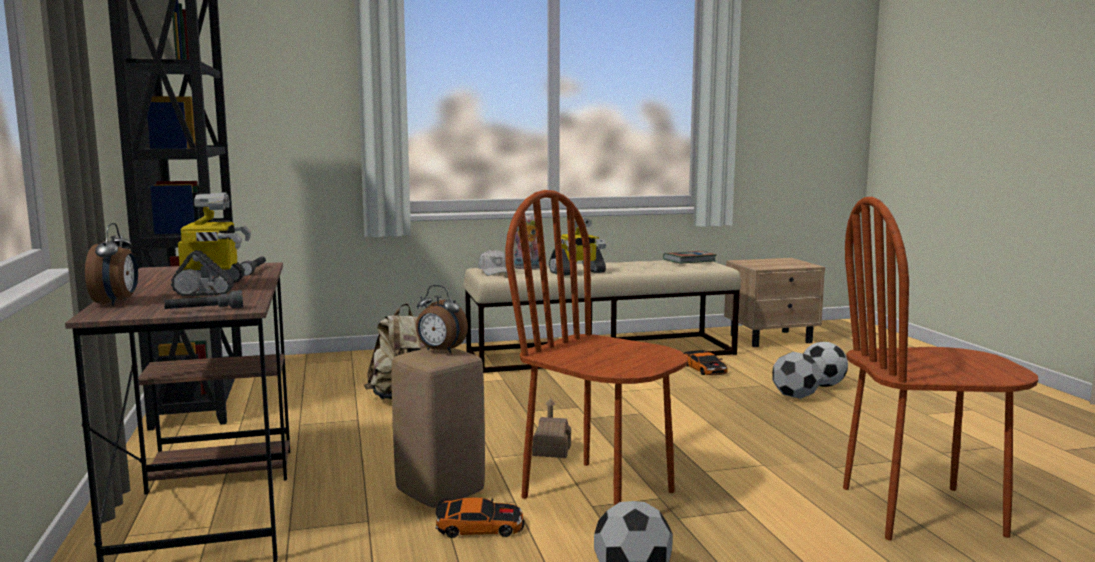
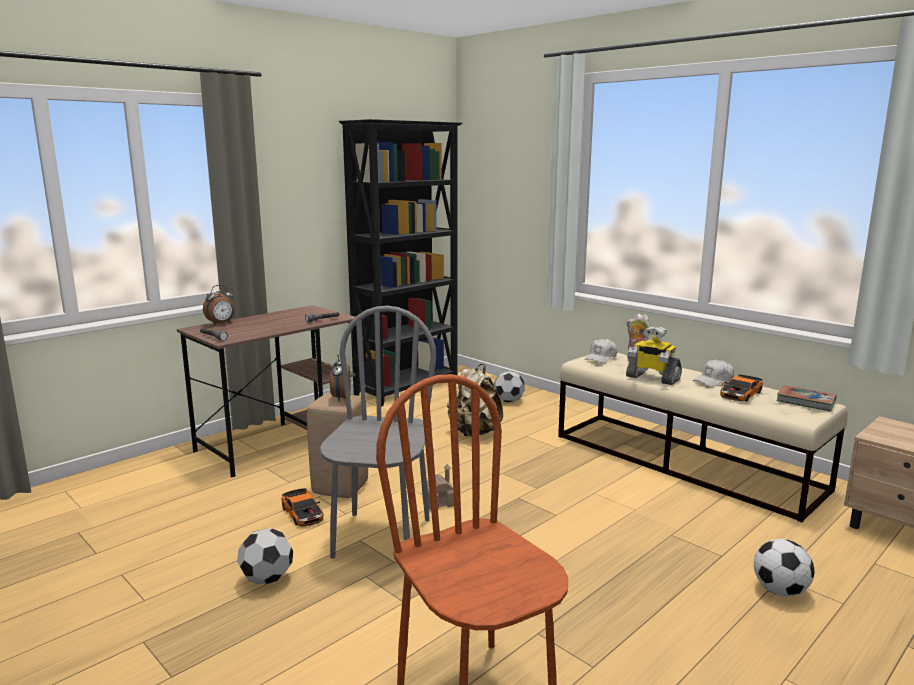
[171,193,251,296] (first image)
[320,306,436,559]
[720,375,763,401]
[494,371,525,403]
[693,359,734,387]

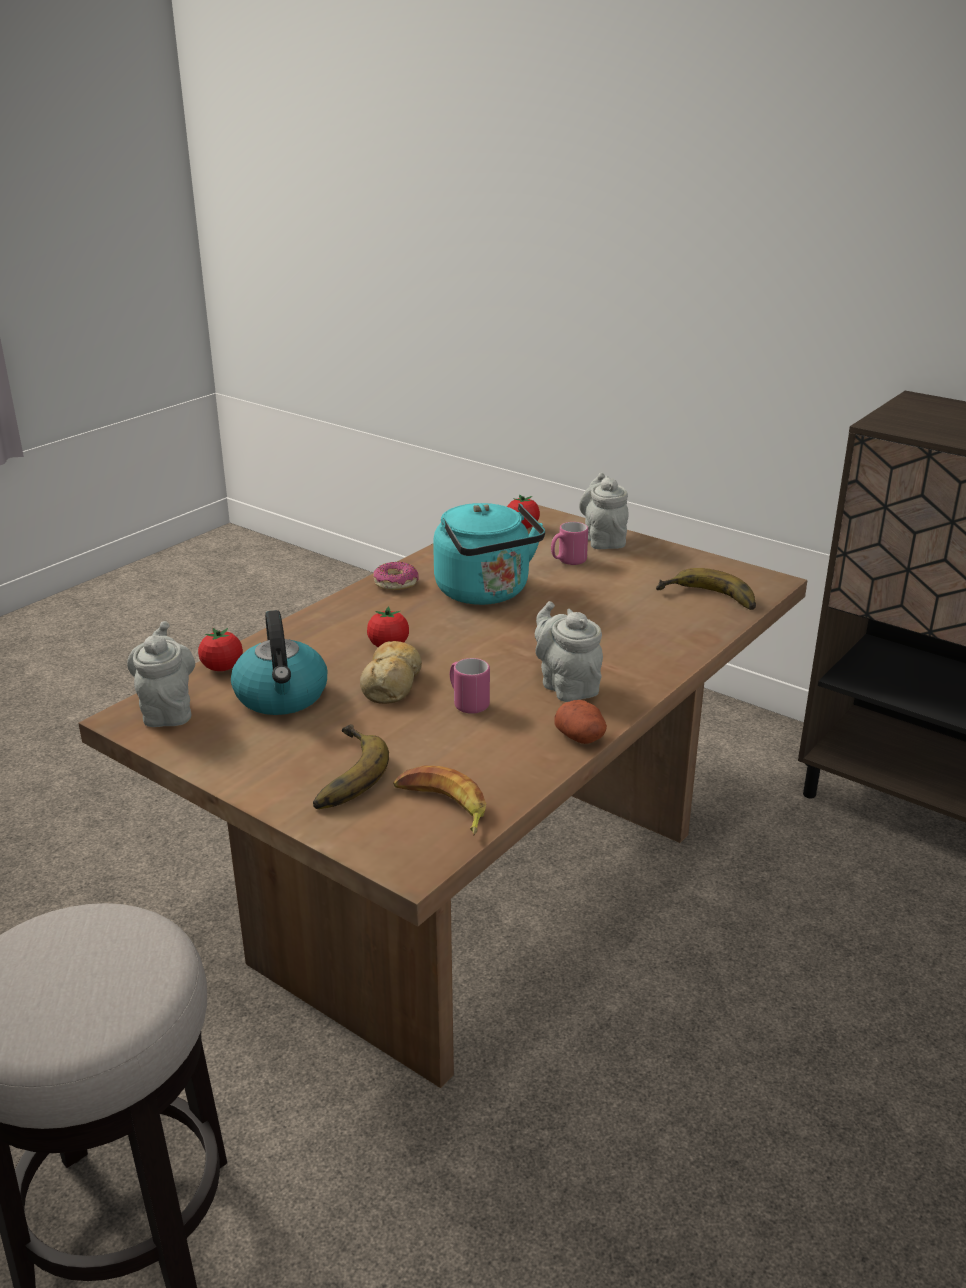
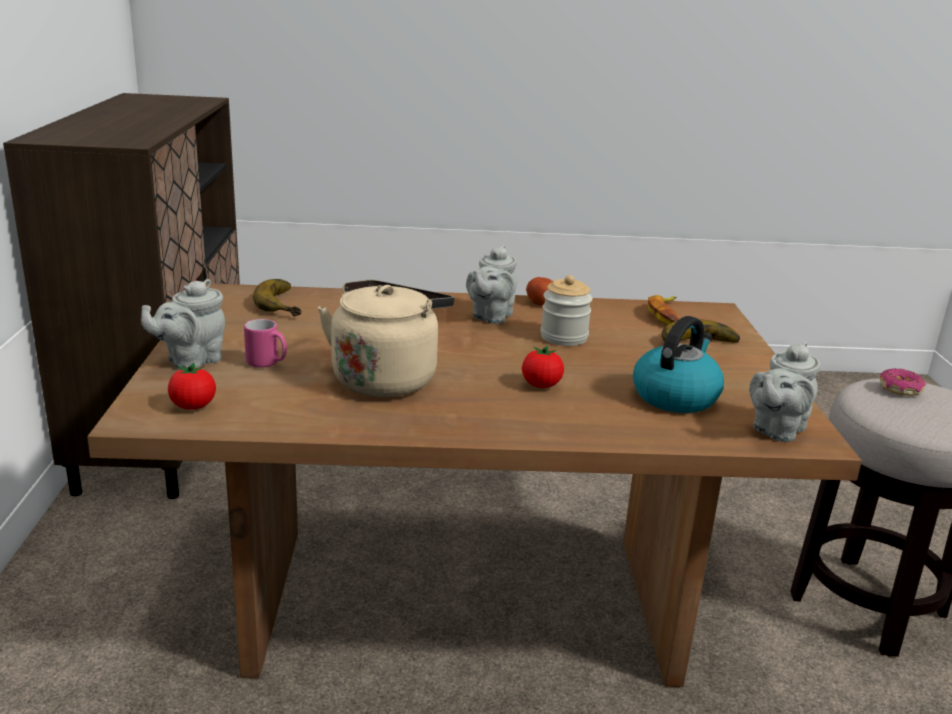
[198,628,243,671] (first image)
[360,641,422,704] (first image)
[880,368,926,396]
[318,280,454,397]
[541,275,592,346]

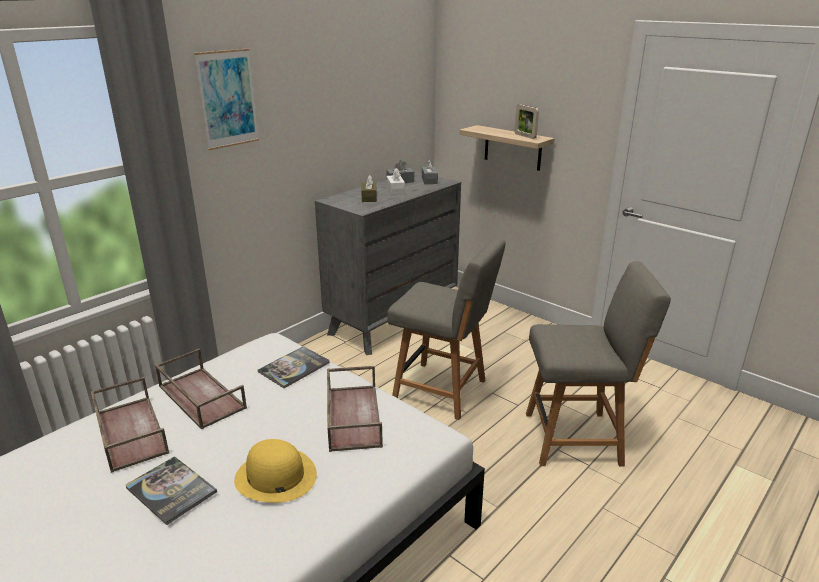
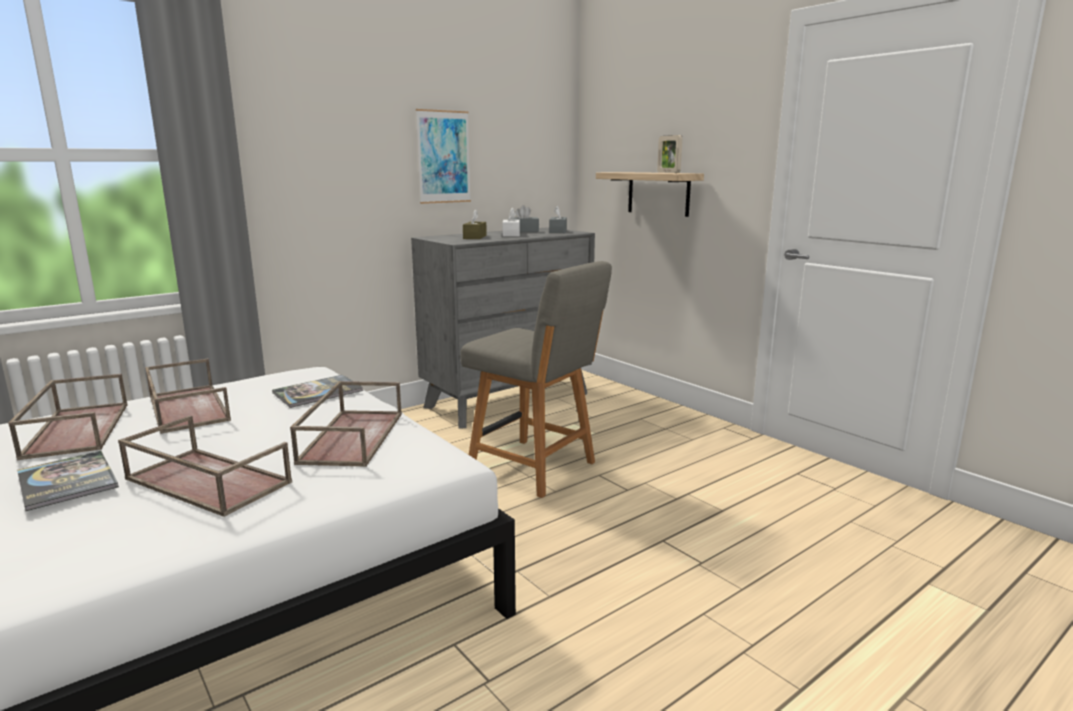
[416,109,471,204]
[118,415,292,517]
[526,261,671,466] (first image)

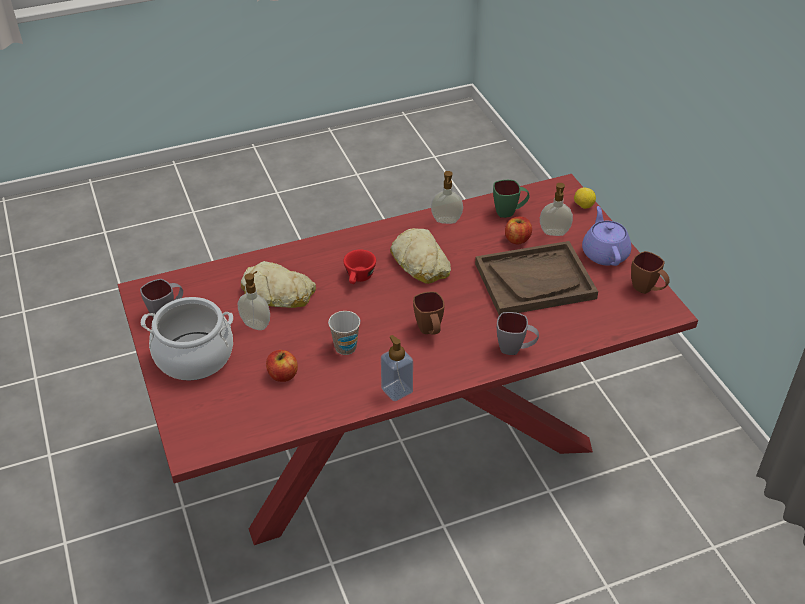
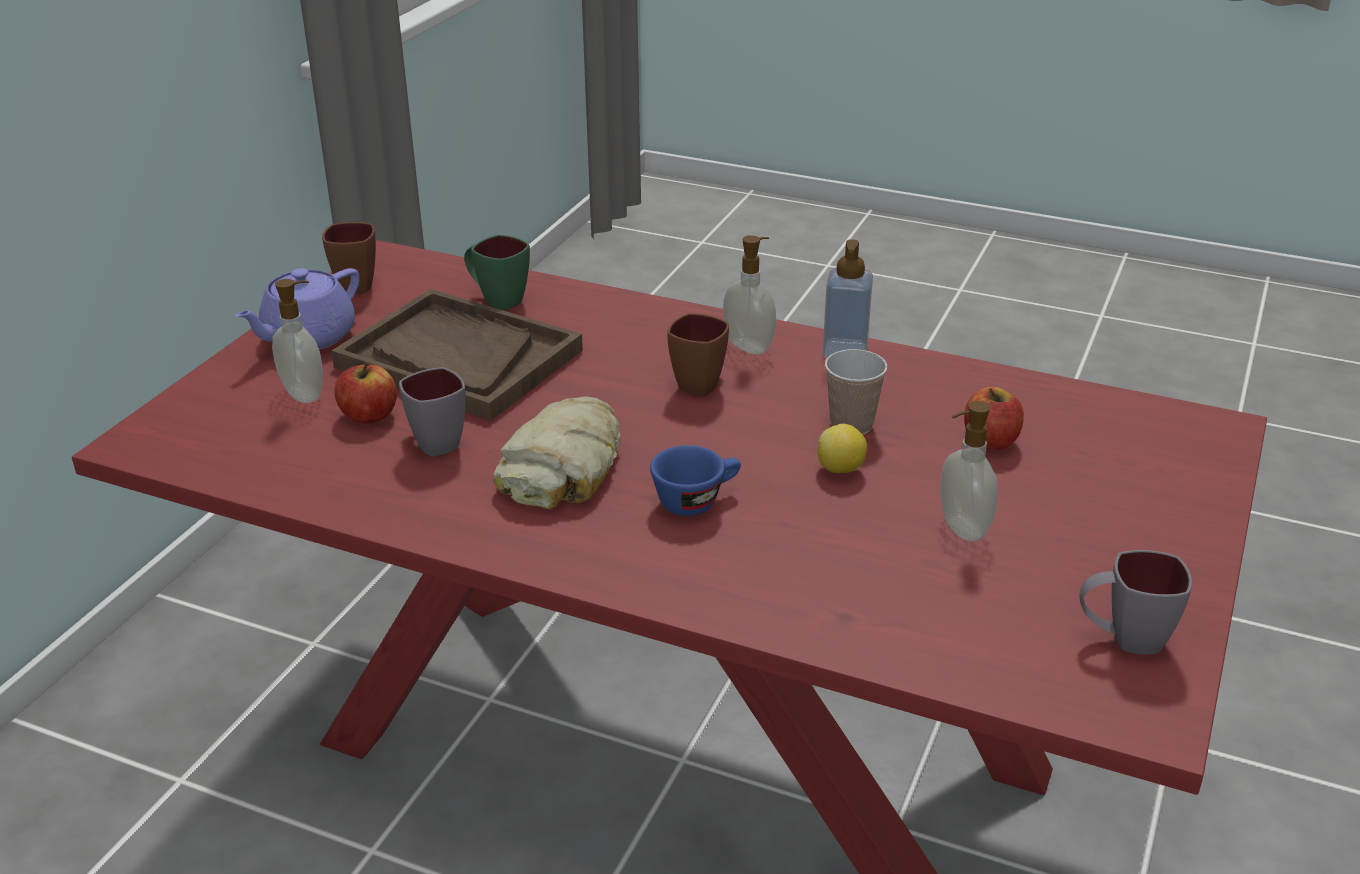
[141,297,233,380] (first image)
[241,261,316,308] (first image)
[650,445,741,516]
[723,235,776,354]
[464,235,530,310]
[399,367,466,456]
[817,424,867,473]

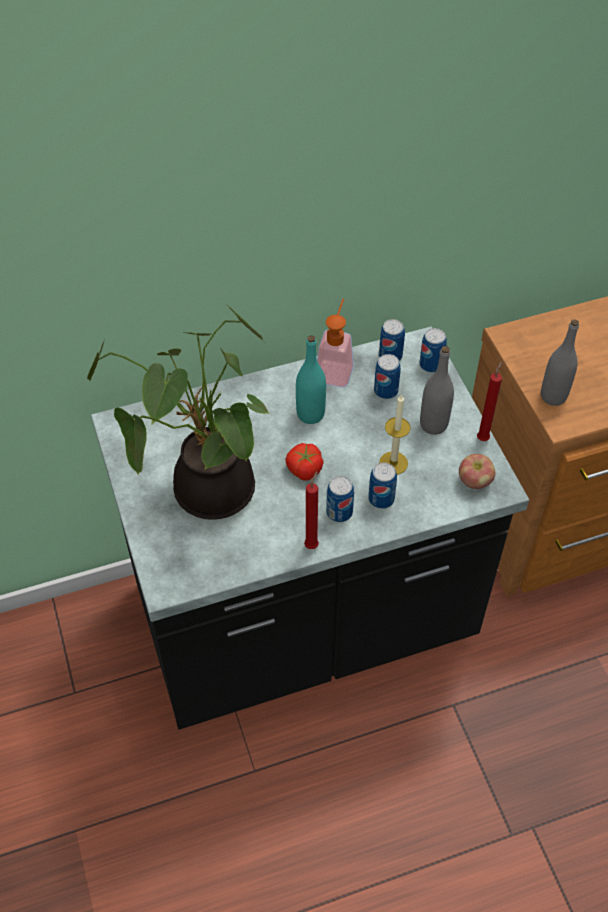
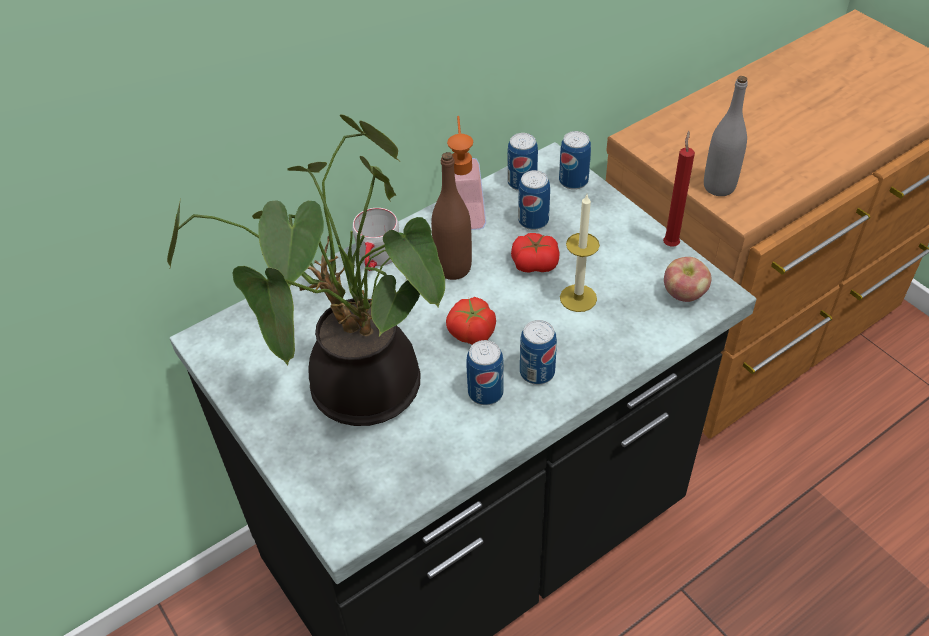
[431,152,472,280]
[304,471,319,549] (first image)
[466,340,504,405]
[420,346,454,435] (first image)
[352,208,399,271]
[511,233,560,272]

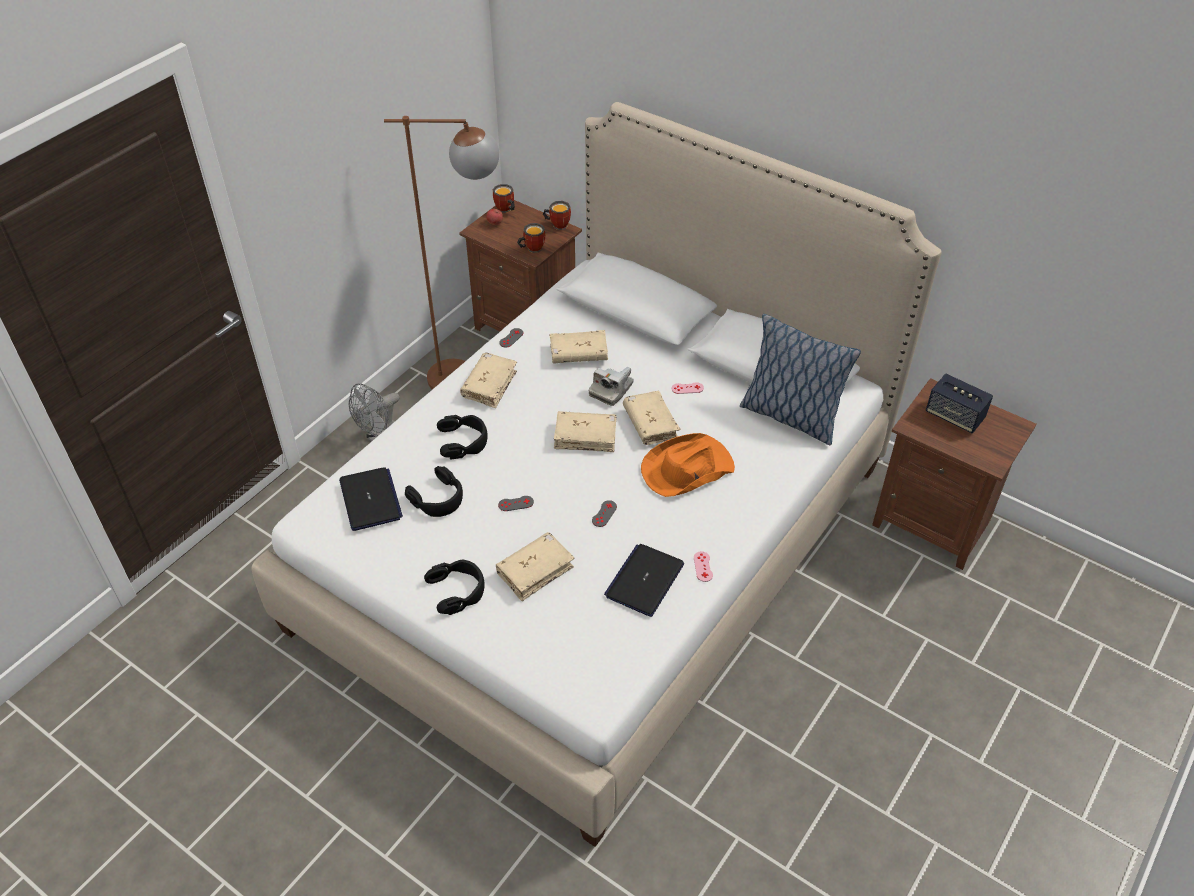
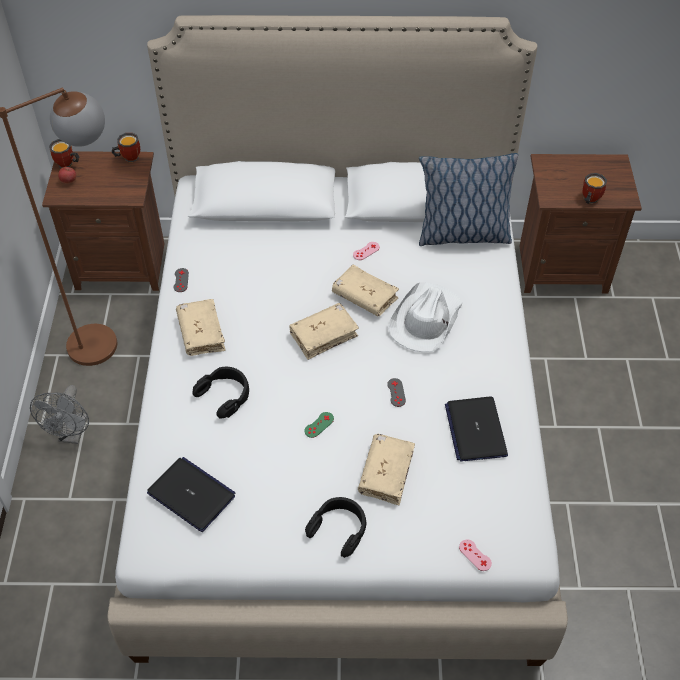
[405,466,463,517] (first image)
[304,412,334,438]
[583,173,607,204]
[550,330,608,364] (first image)
[589,367,634,406] (first image)
[388,282,463,352]
[459,539,492,571]
[926,374,993,433] (first image)

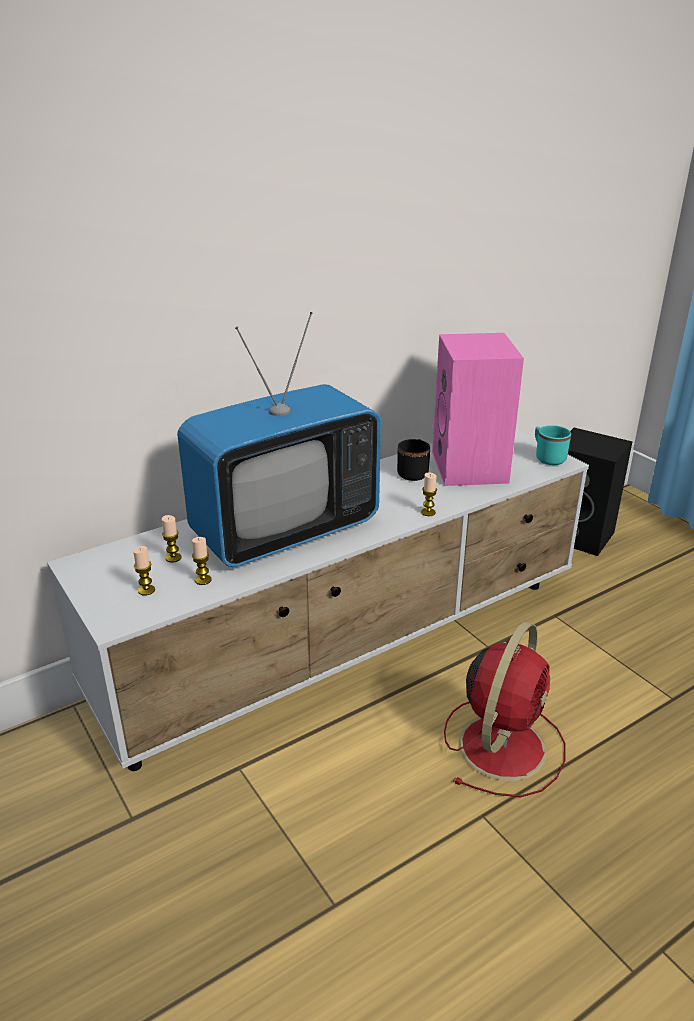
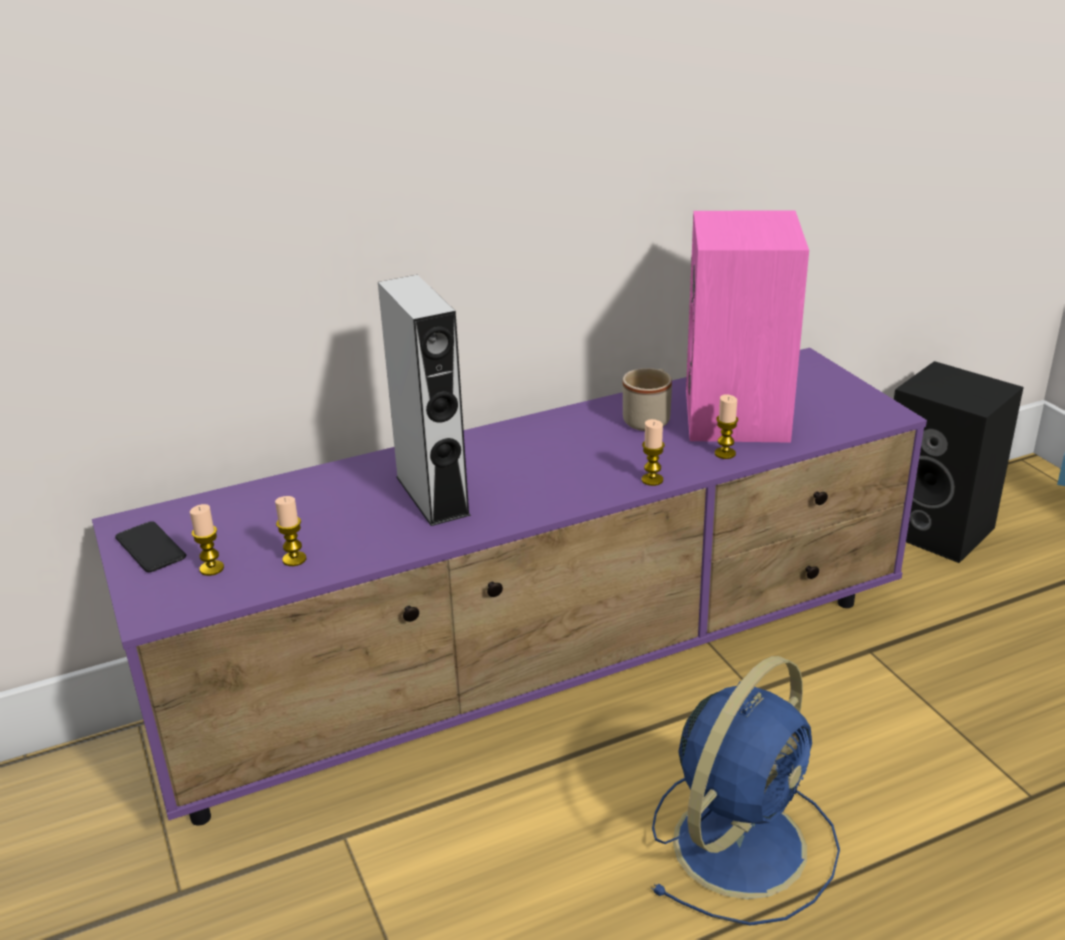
[92,348,927,826]
[715,394,738,459]
[378,275,471,526]
[623,368,672,431]
[651,656,840,926]
[535,425,571,465] (first image)
[115,521,186,572]

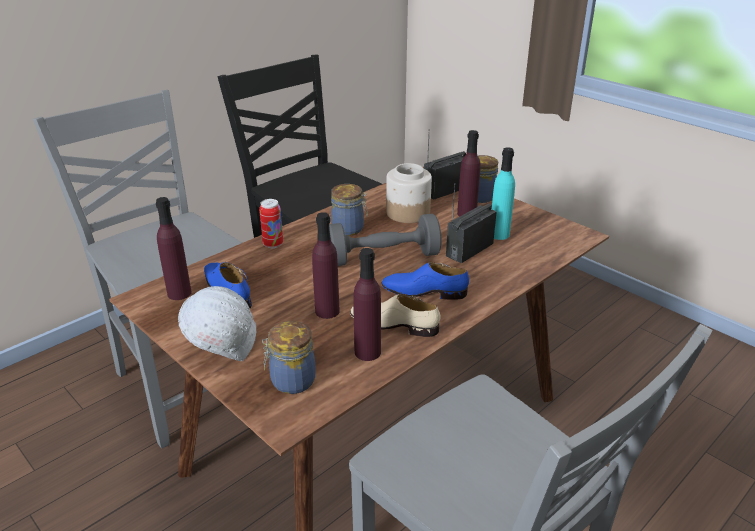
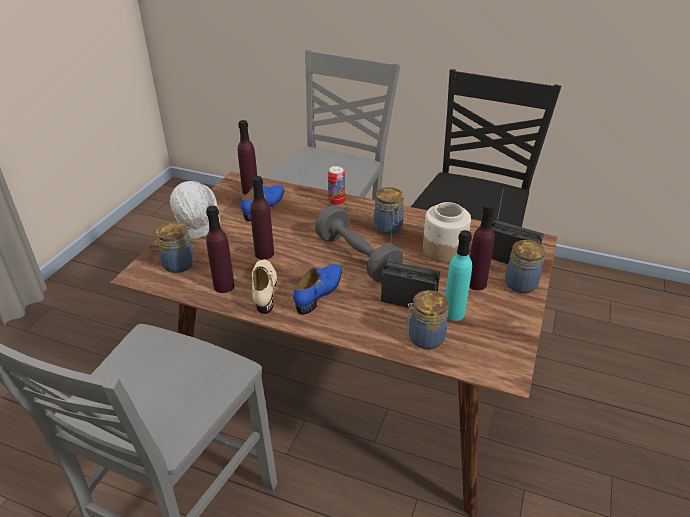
[293,264,342,315]
[405,290,449,349]

